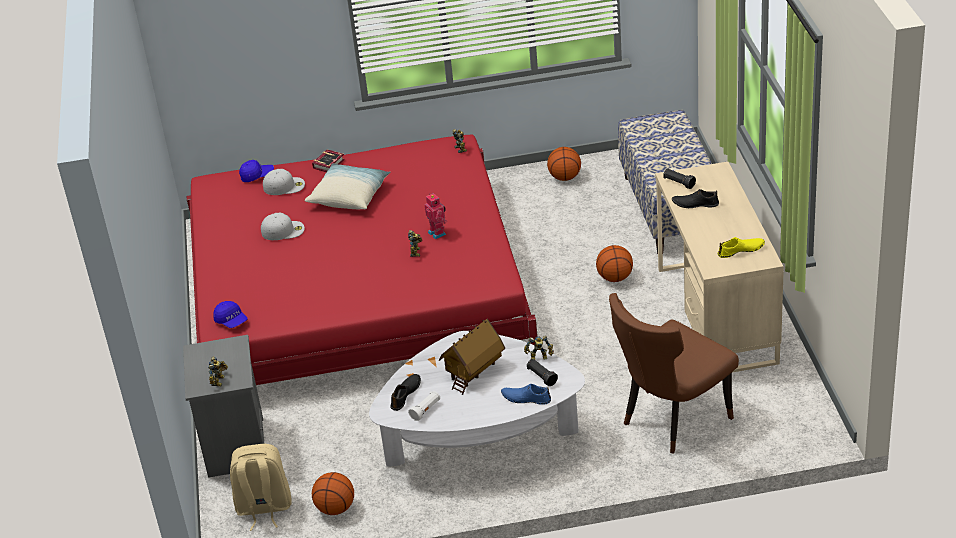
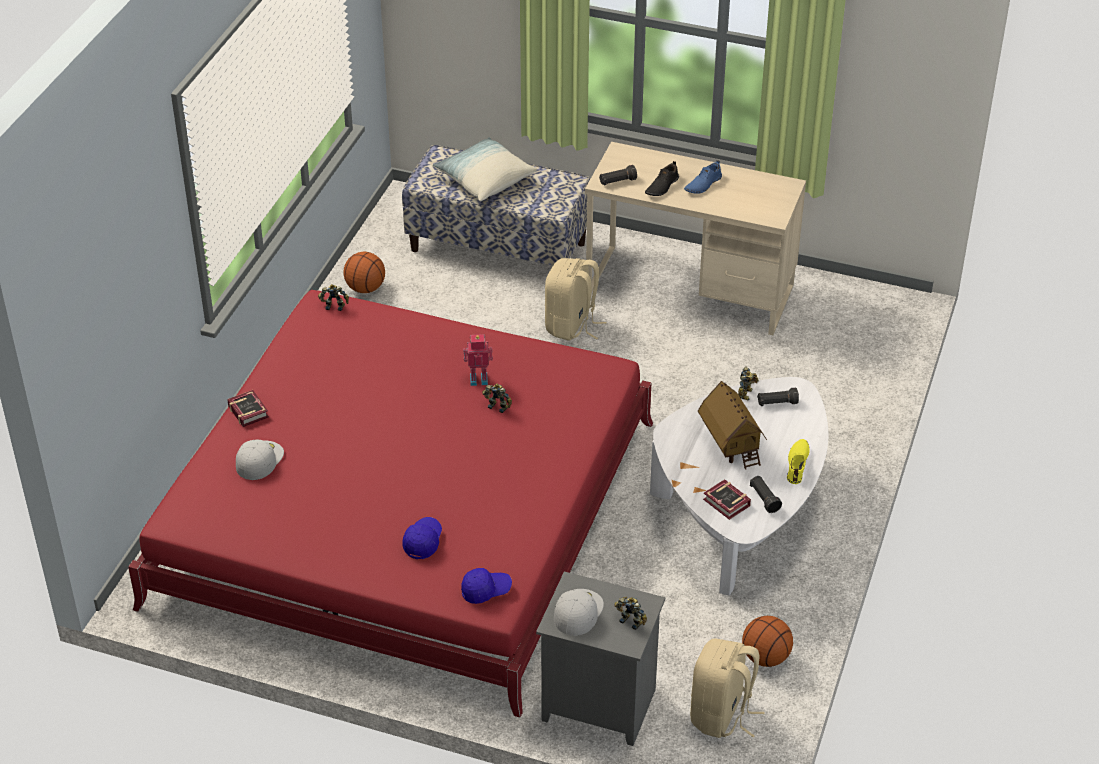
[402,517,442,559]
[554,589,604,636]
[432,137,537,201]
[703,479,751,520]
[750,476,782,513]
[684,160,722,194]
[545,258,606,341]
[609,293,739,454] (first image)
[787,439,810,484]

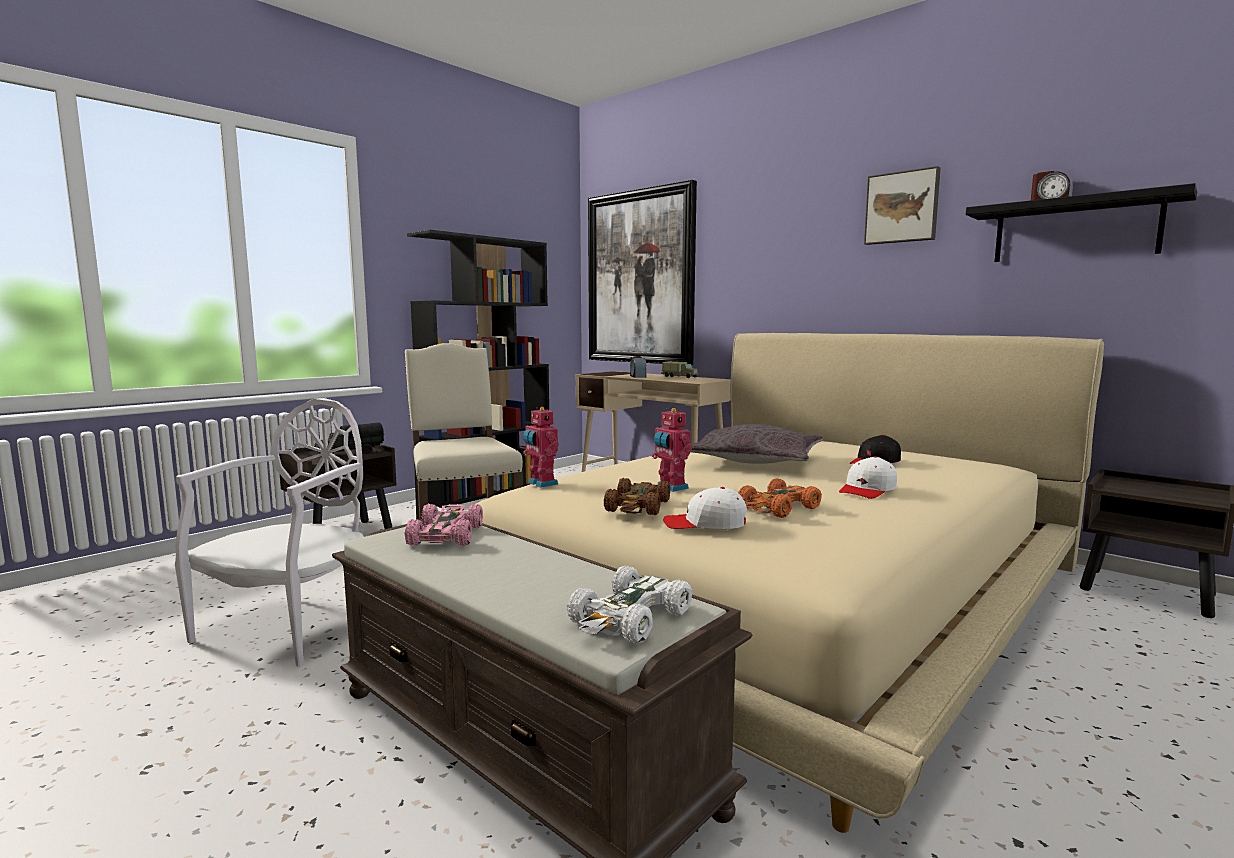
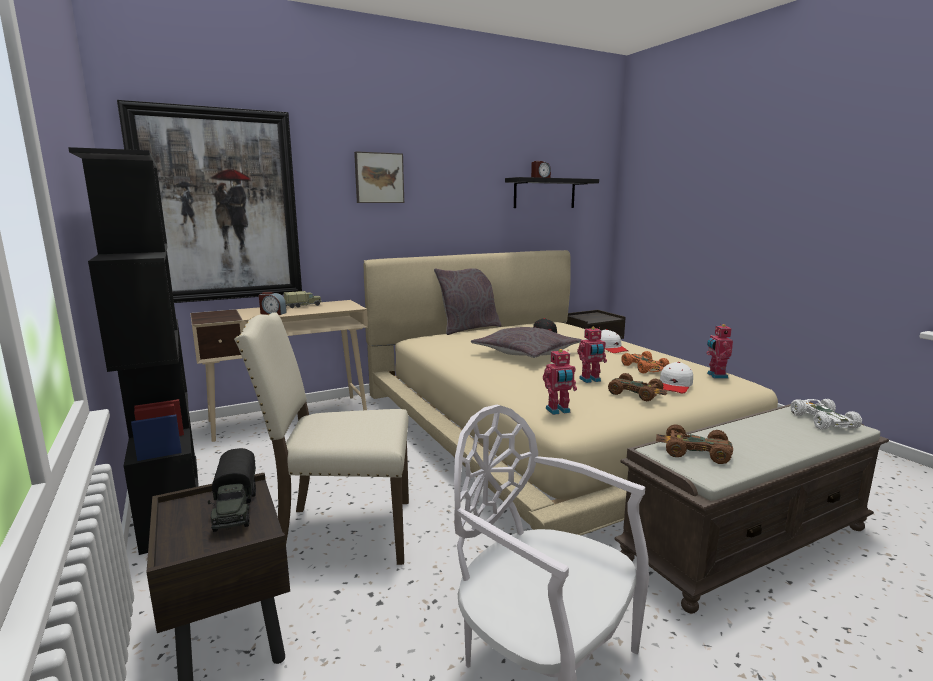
[656,424,733,464]
[791,399,862,430]
[354,151,404,203]
[434,268,501,335]
[706,323,733,378]

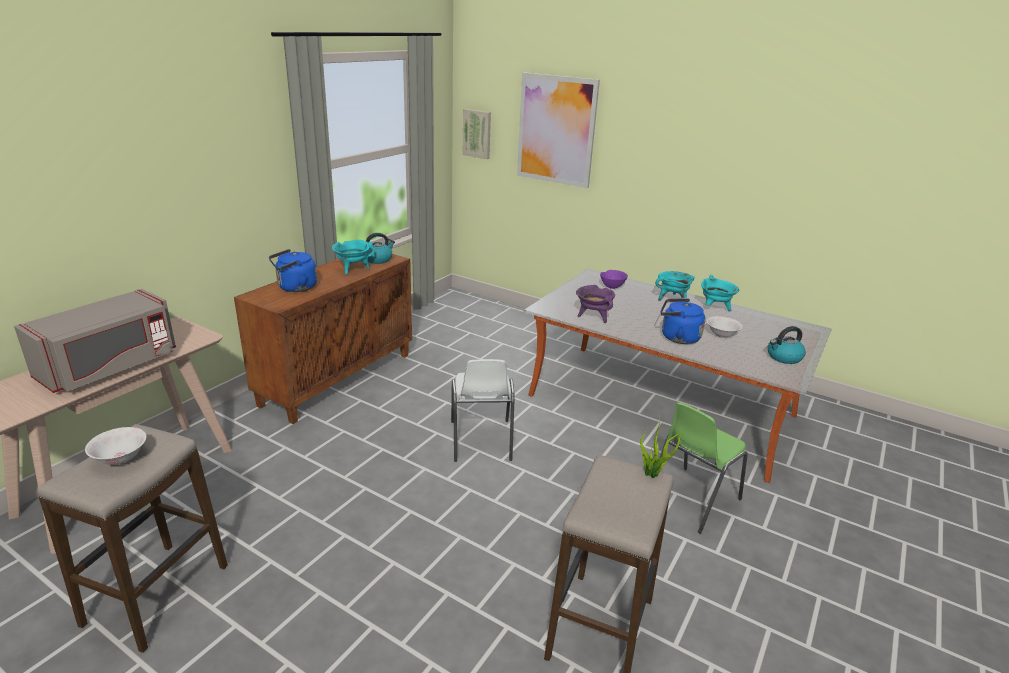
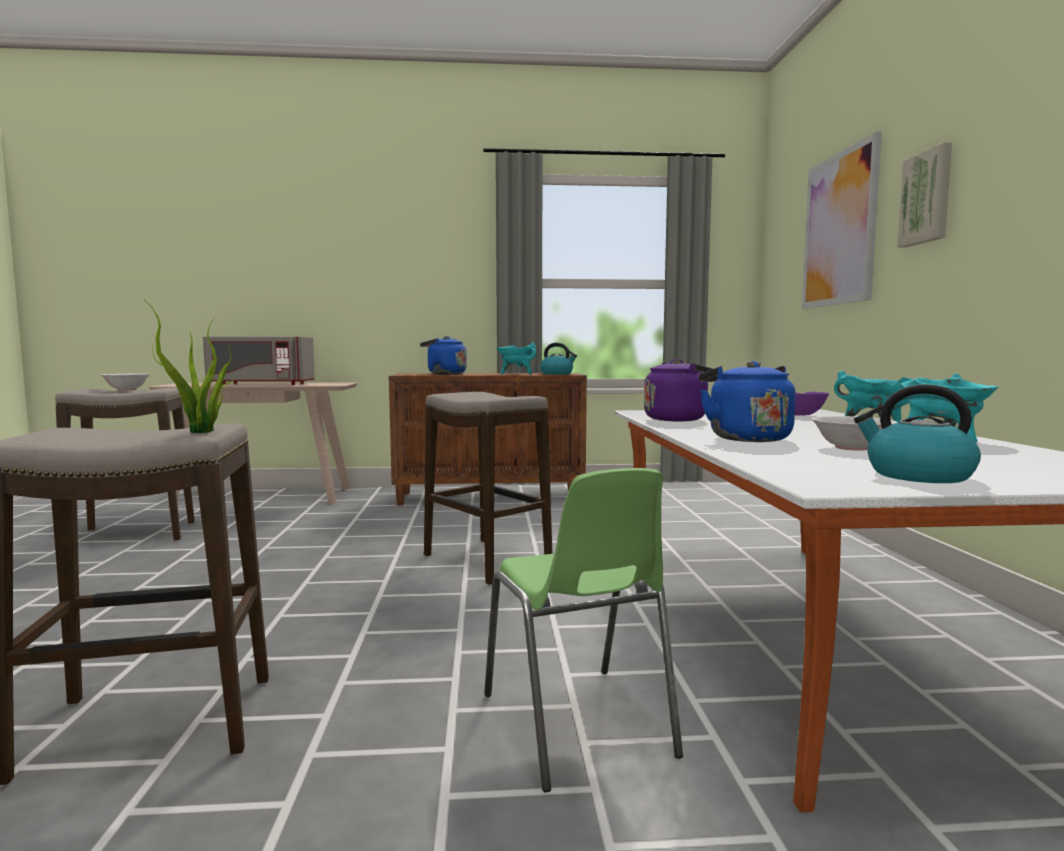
[424,392,553,585]
[897,143,952,248]
[644,359,713,421]
[484,468,683,792]

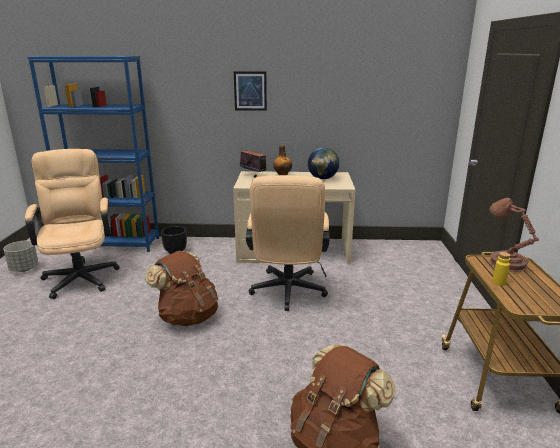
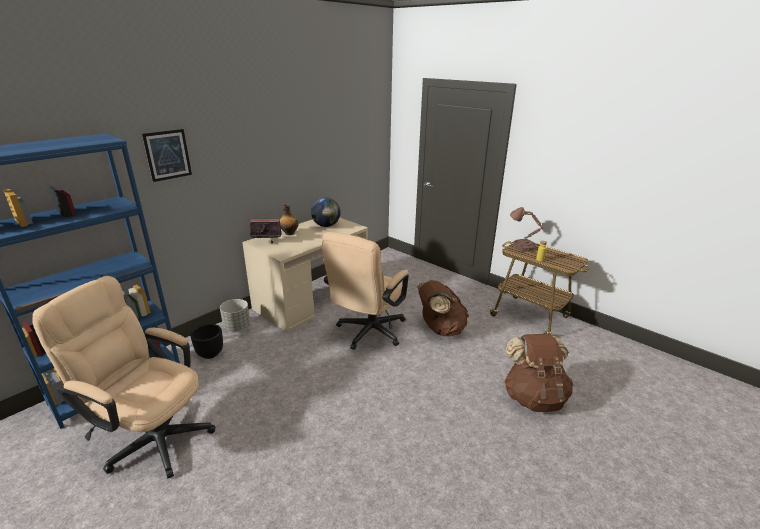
[220,299,250,331]
[417,280,469,336]
[142,129,192,182]
[322,232,409,350]

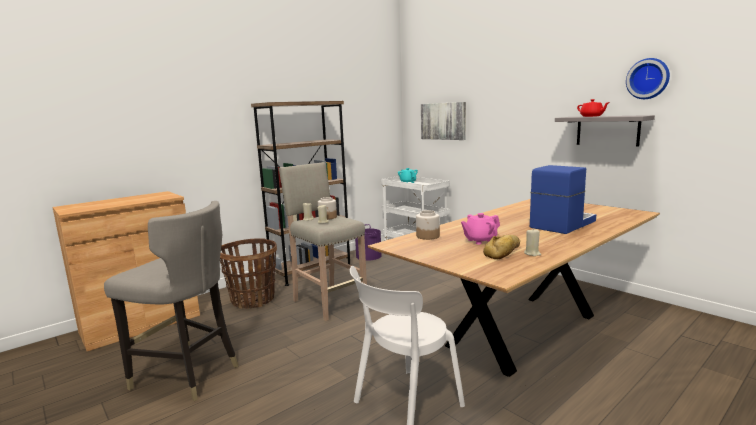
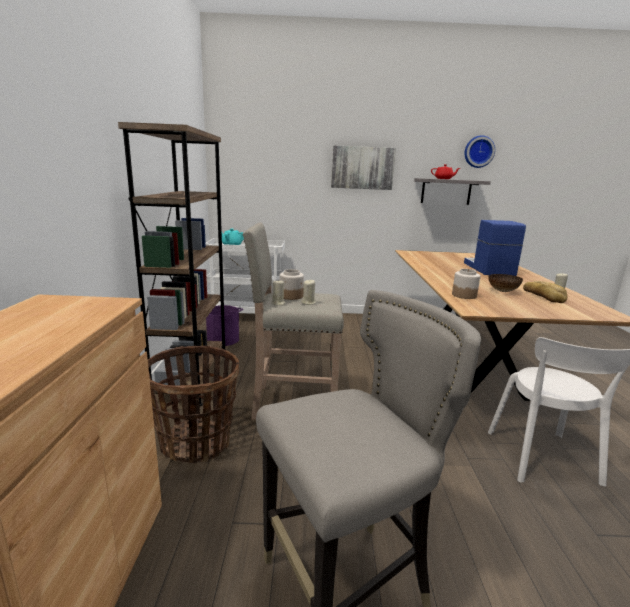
[331,145,396,190]
[488,274,523,292]

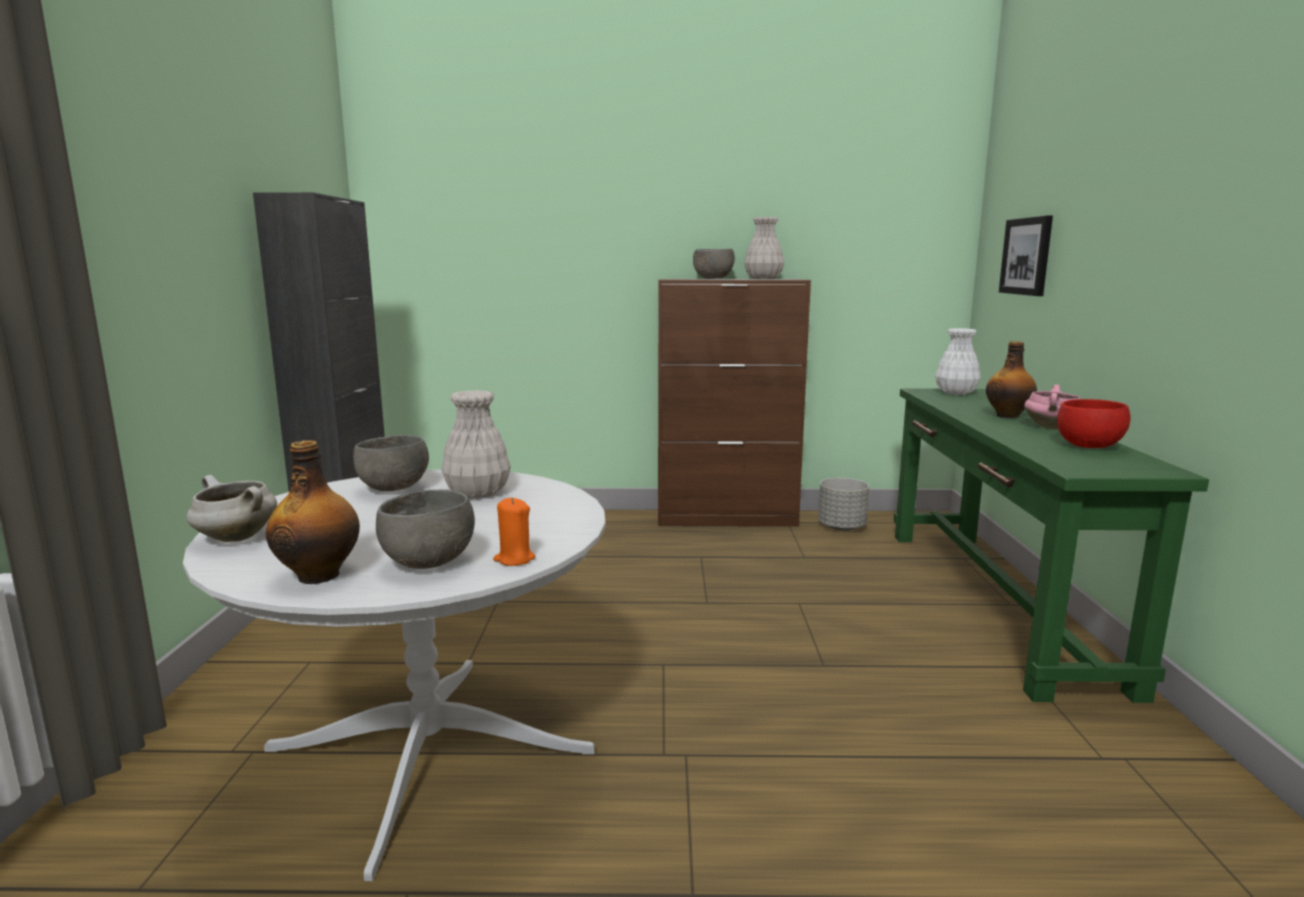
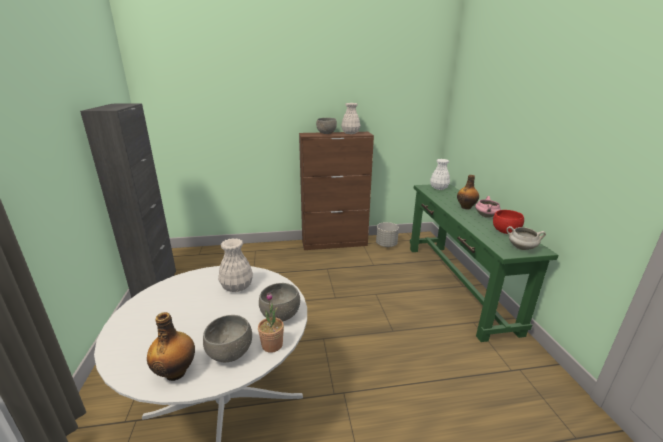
[507,226,546,250]
[259,283,300,321]
[258,292,284,353]
[999,215,1053,296] (first image)

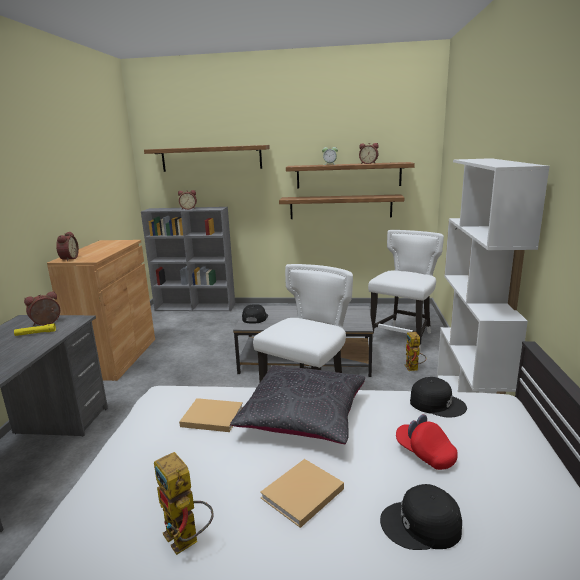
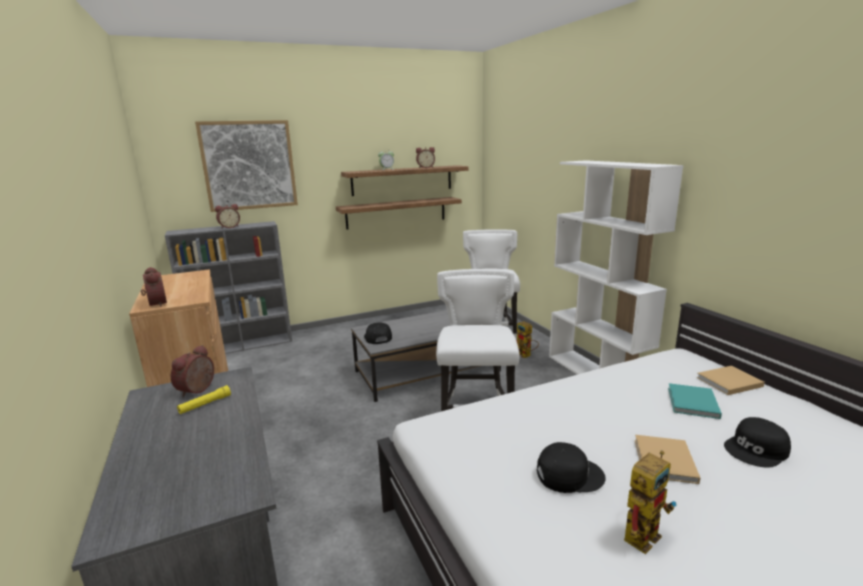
[195,120,298,212]
[624,451,677,554]
[697,366,765,395]
[230,365,365,444] (first image)
[668,383,722,419]
[537,442,606,493]

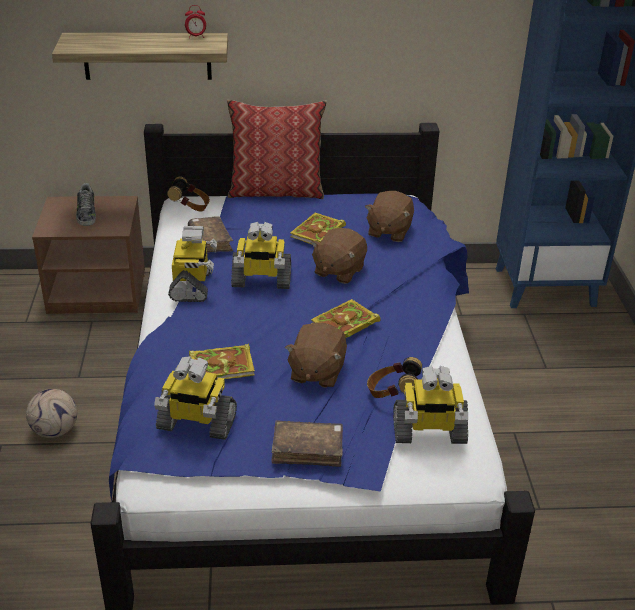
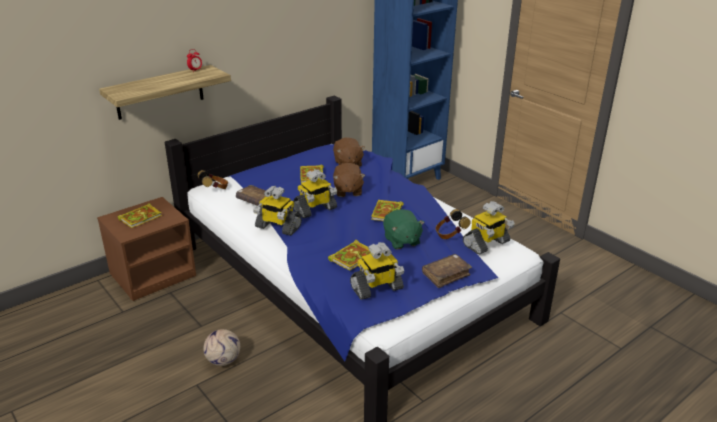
[118,203,162,228]
[253,186,302,236]
[227,100,327,199] (first image)
[383,209,425,250]

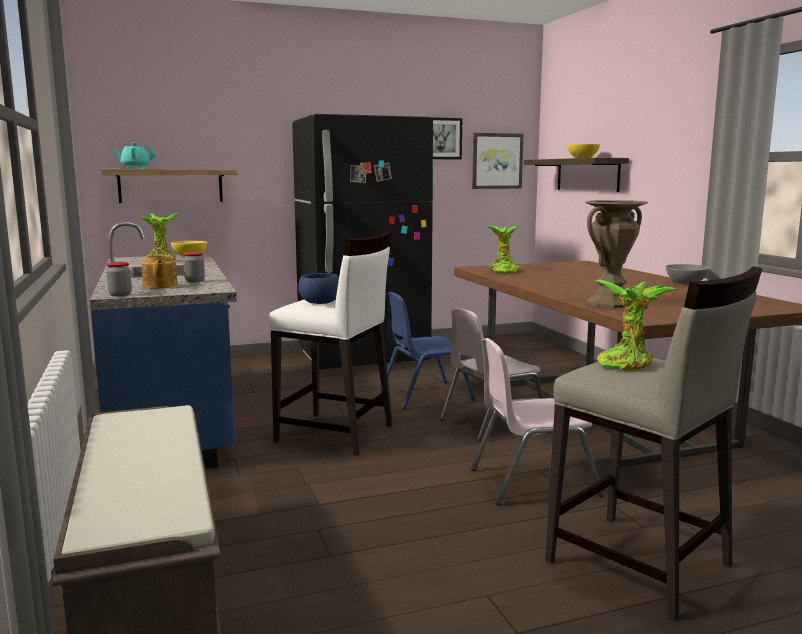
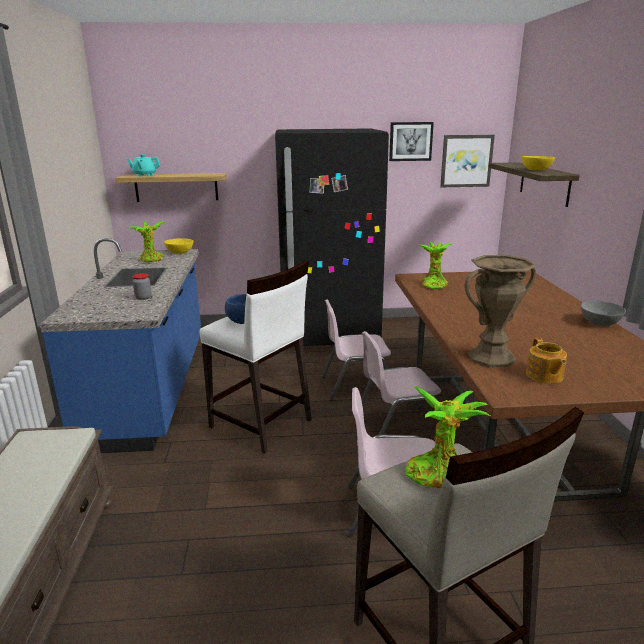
[106,262,132,296] (first image)
[526,338,567,384]
[322,299,391,401]

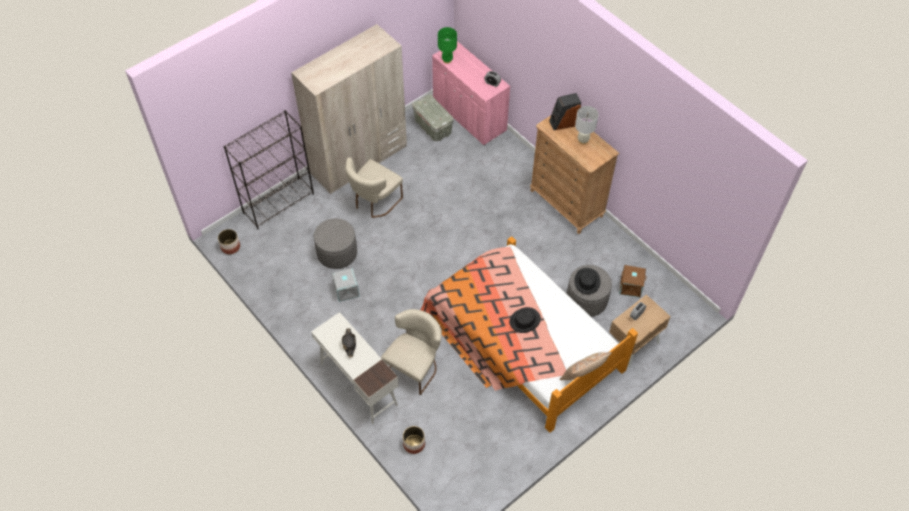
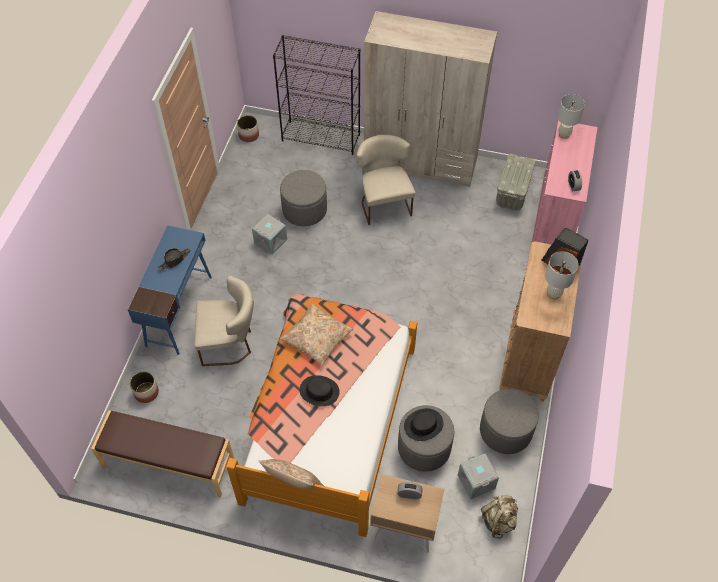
[128,225,212,355]
[356,135,415,225]
[557,94,585,139]
[458,453,499,499]
[91,410,234,498]
[280,303,354,366]
[480,389,539,454]
[481,495,518,539]

